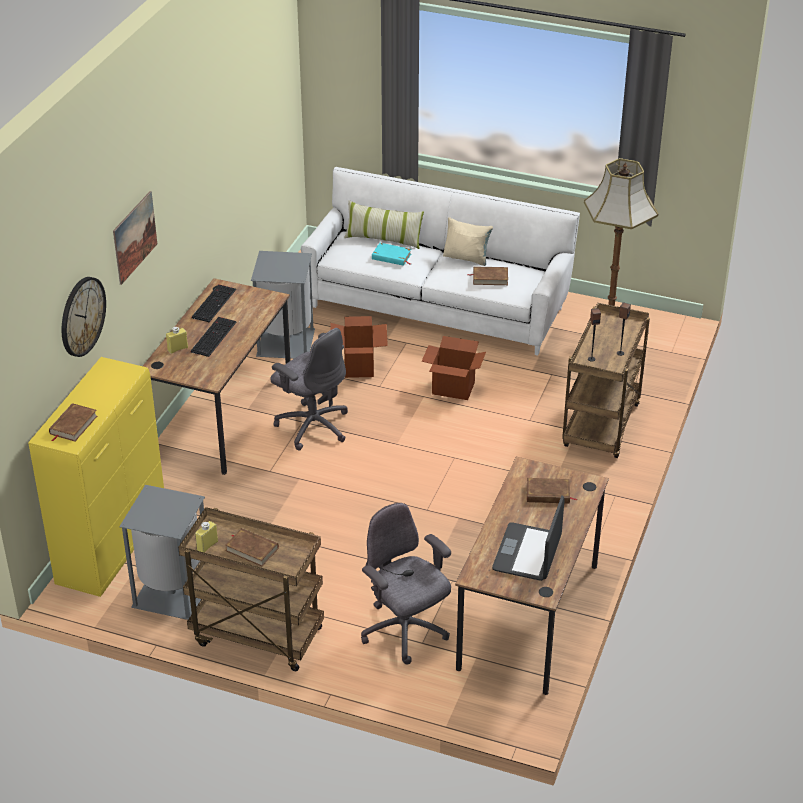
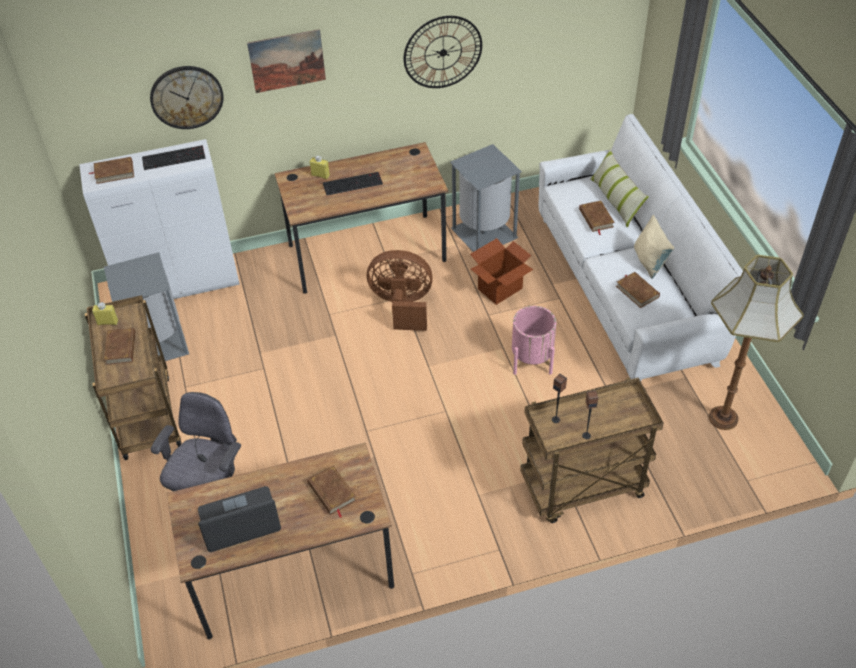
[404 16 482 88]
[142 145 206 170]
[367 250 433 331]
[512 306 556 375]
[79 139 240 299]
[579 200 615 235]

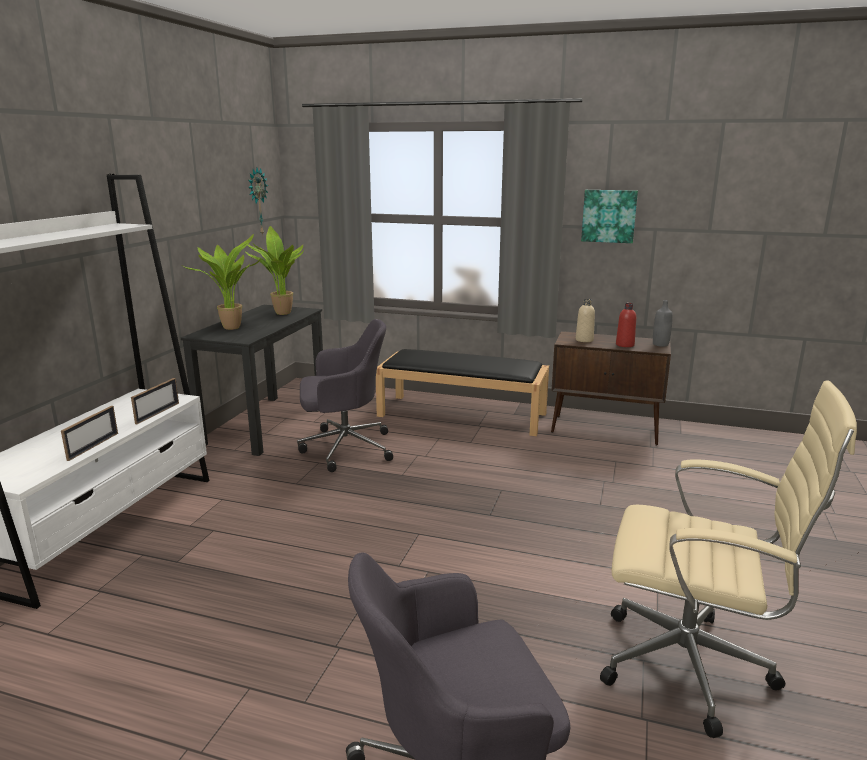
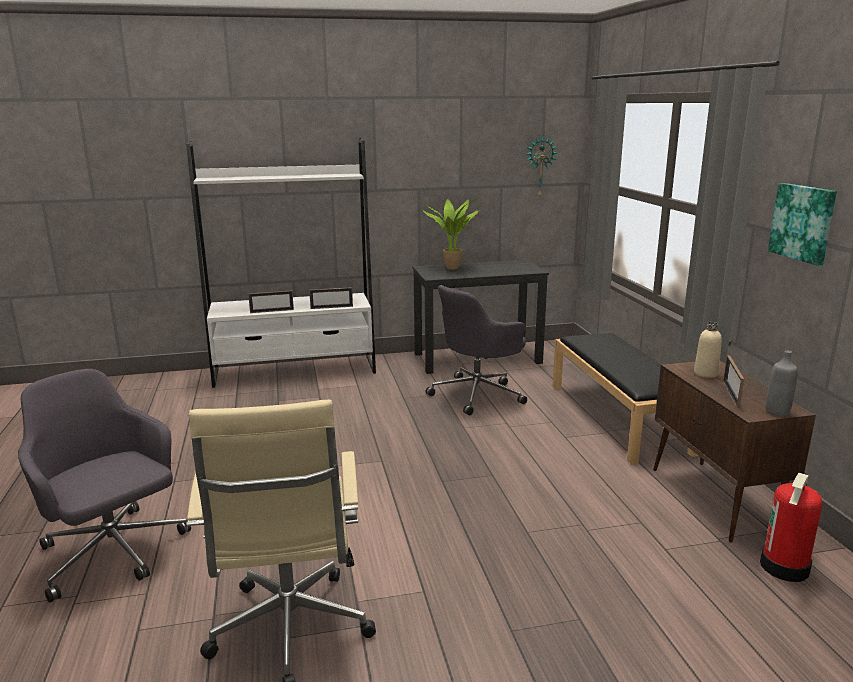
[245 226 304 315] (first image)
[760 473 823 582]
[723 355 744 408]
[426 285 527 415]

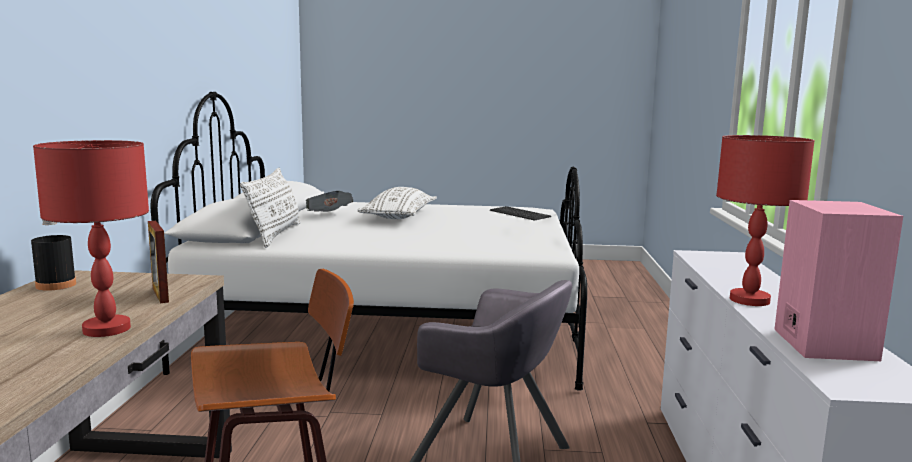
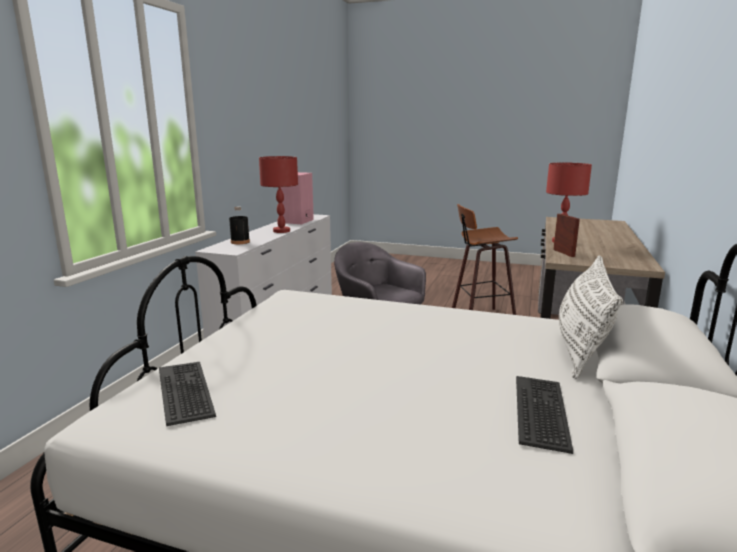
[357 187 437 219] (first image)
[229 206 250 244]
[516 376 573 454]

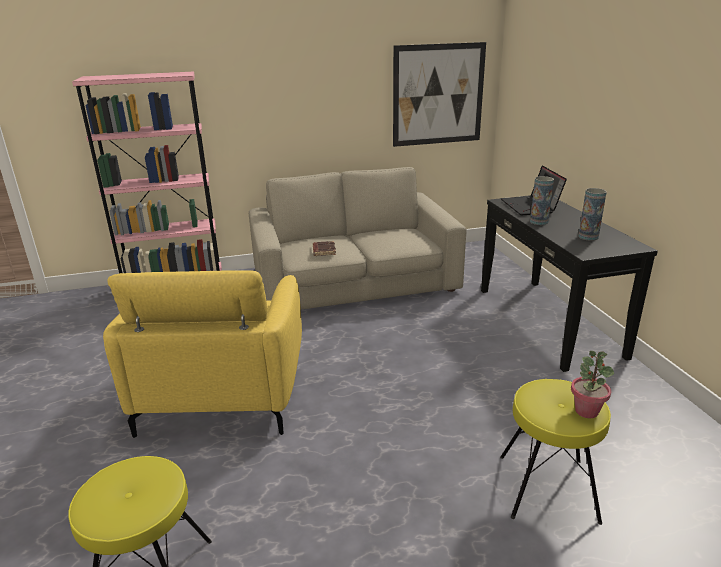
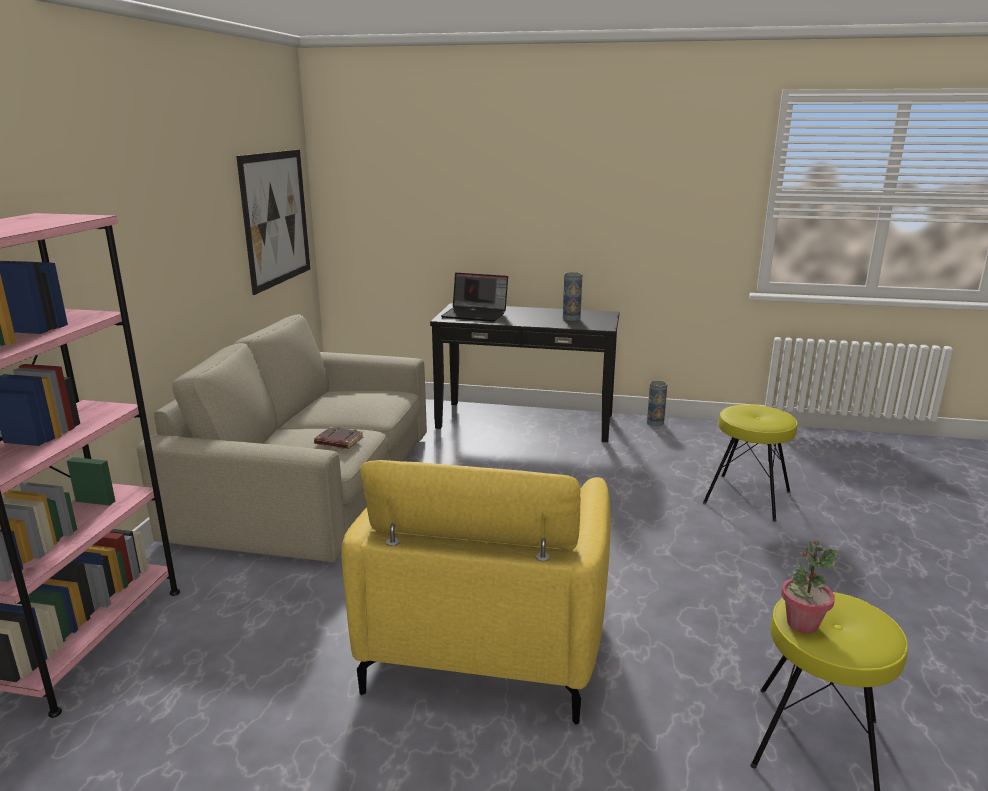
[647 380 667 426]
[781 541 837 634]
[342 460 611 725]

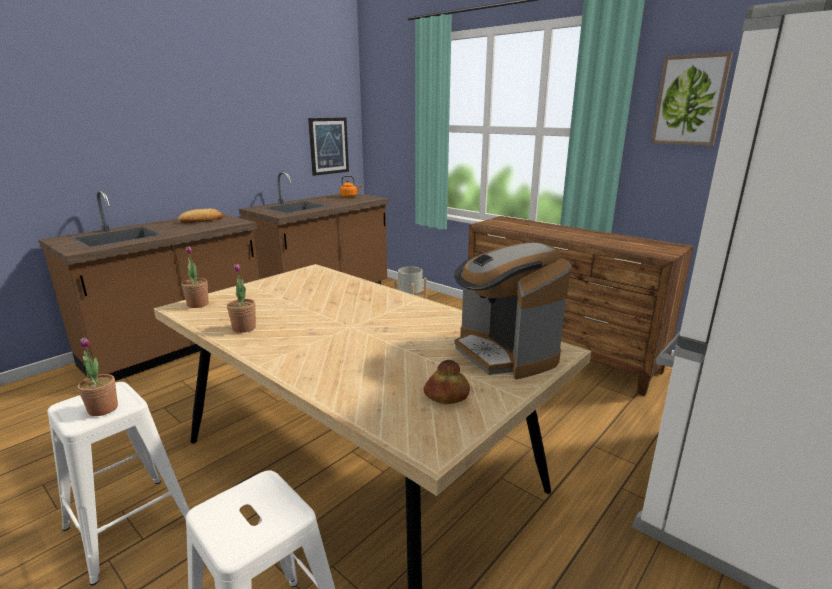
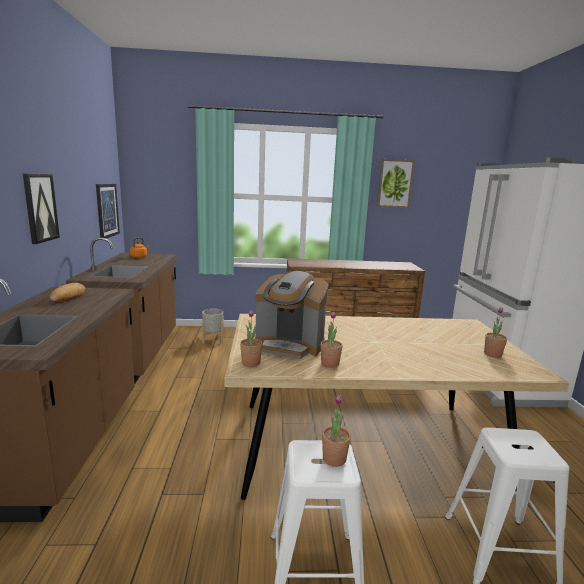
[23 174 60 244]
[255 271 328 359]
[484 307 507 358]

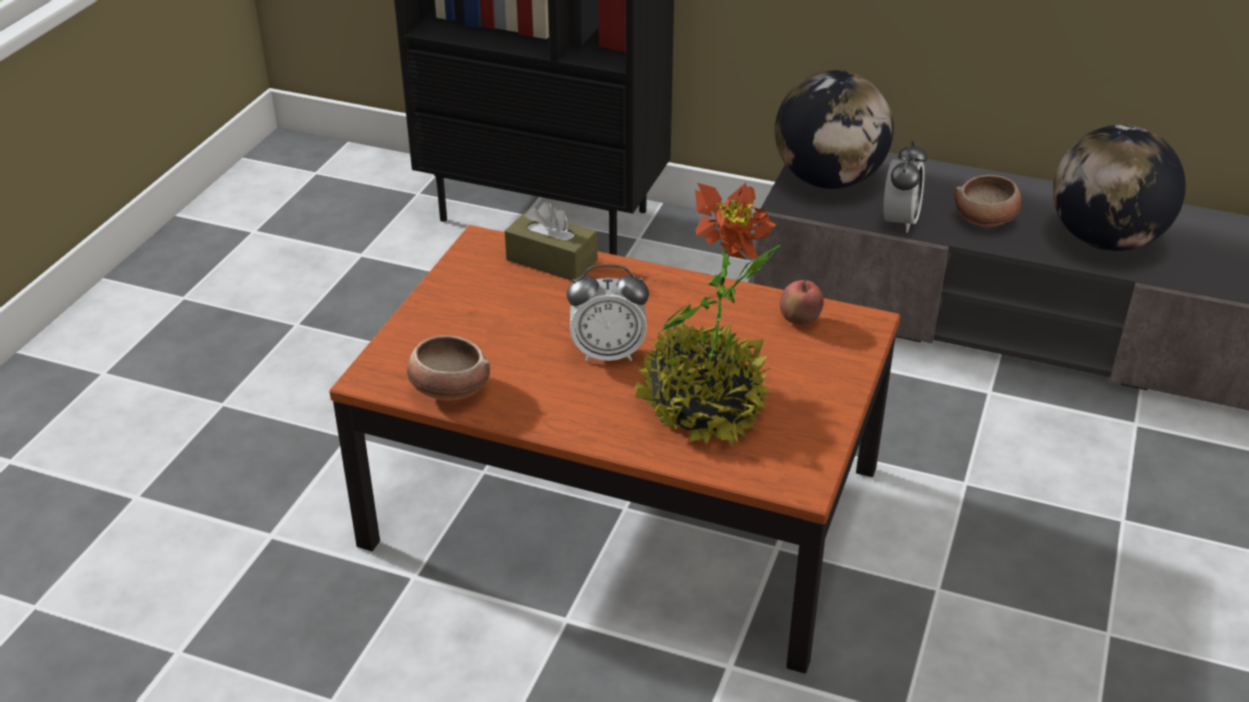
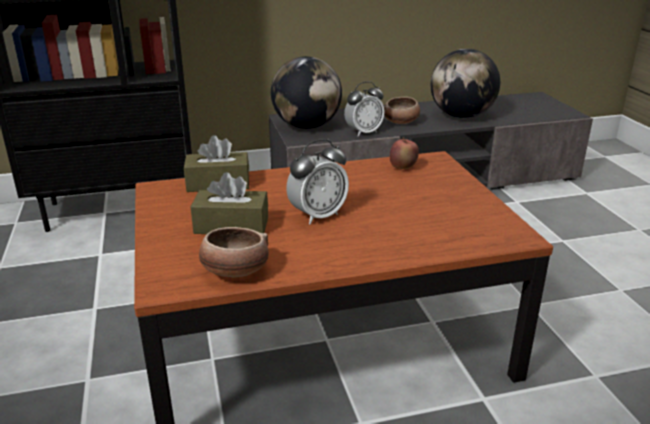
[634 182 781 446] (first image)
[191 172 268 234]
[344 81 385 137]

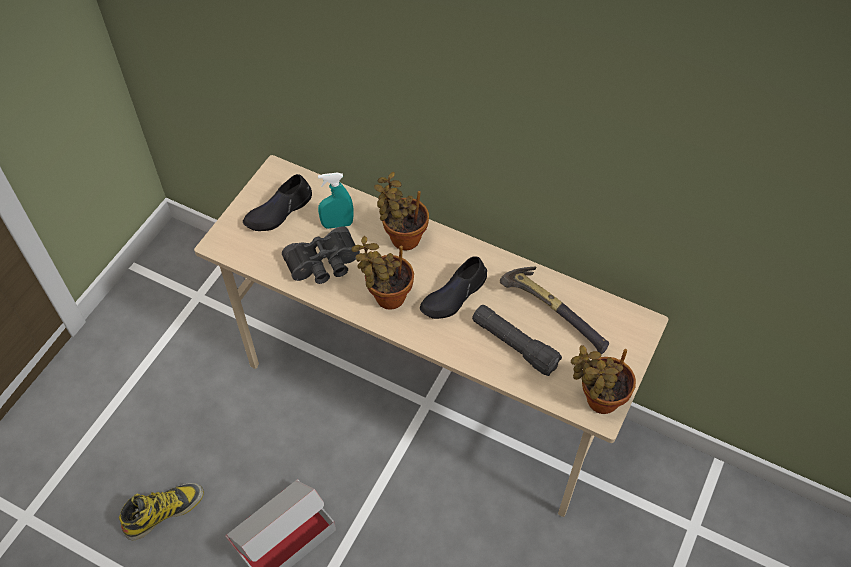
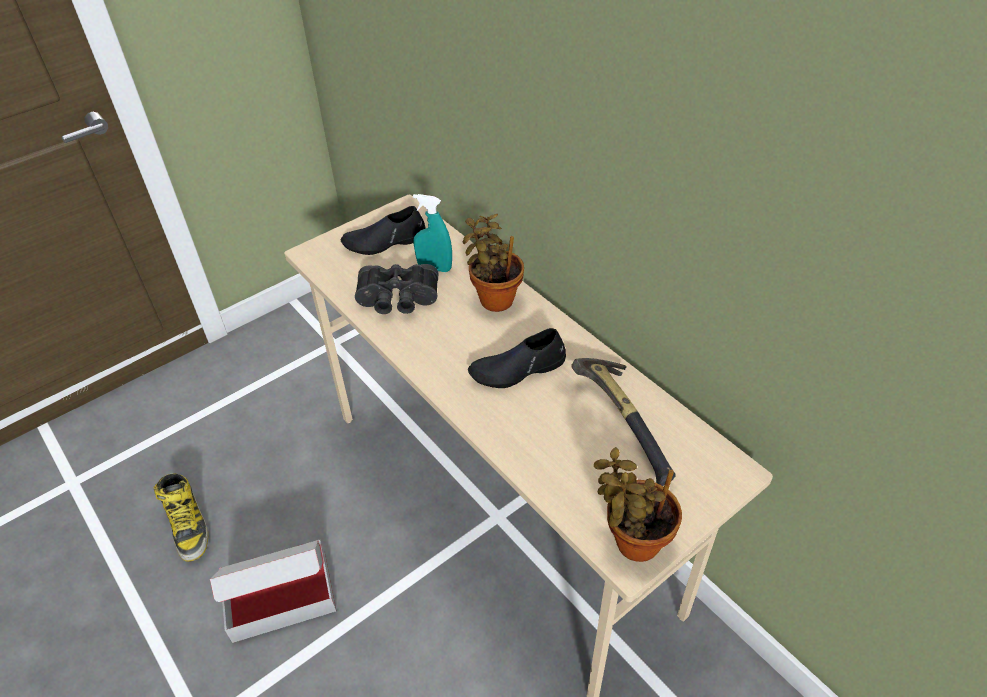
[351 236 414 310] (first image)
[472 305 562 376] (first image)
[153 473 208 562]

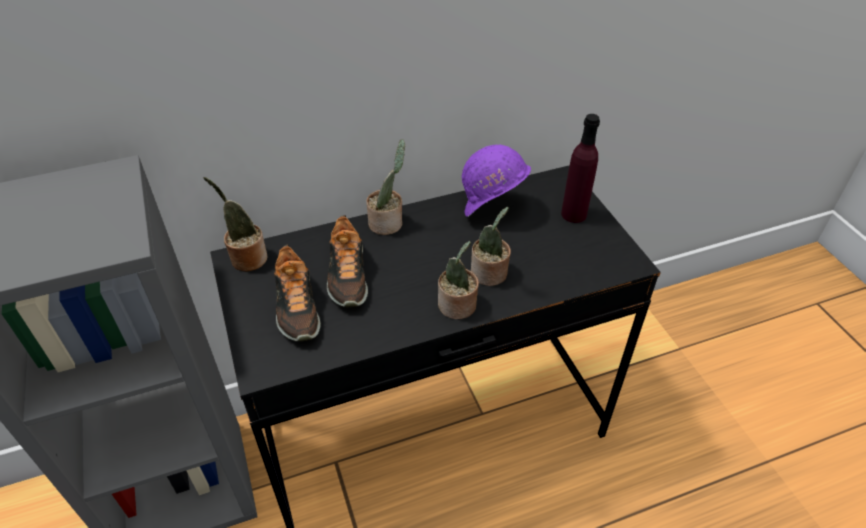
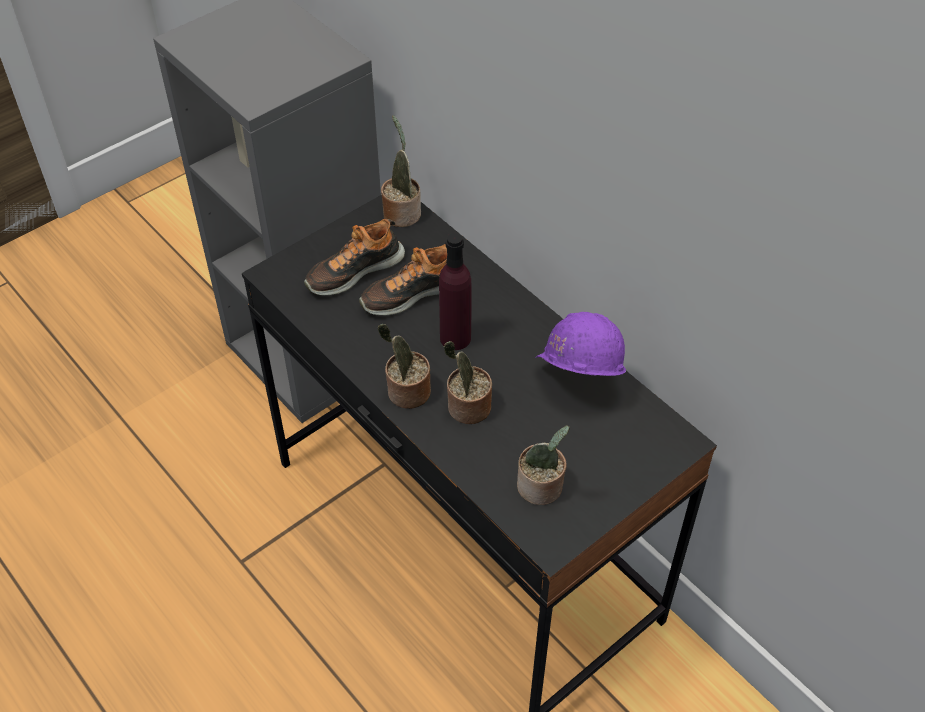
[517 425 570 505]
[439 233 472 350]

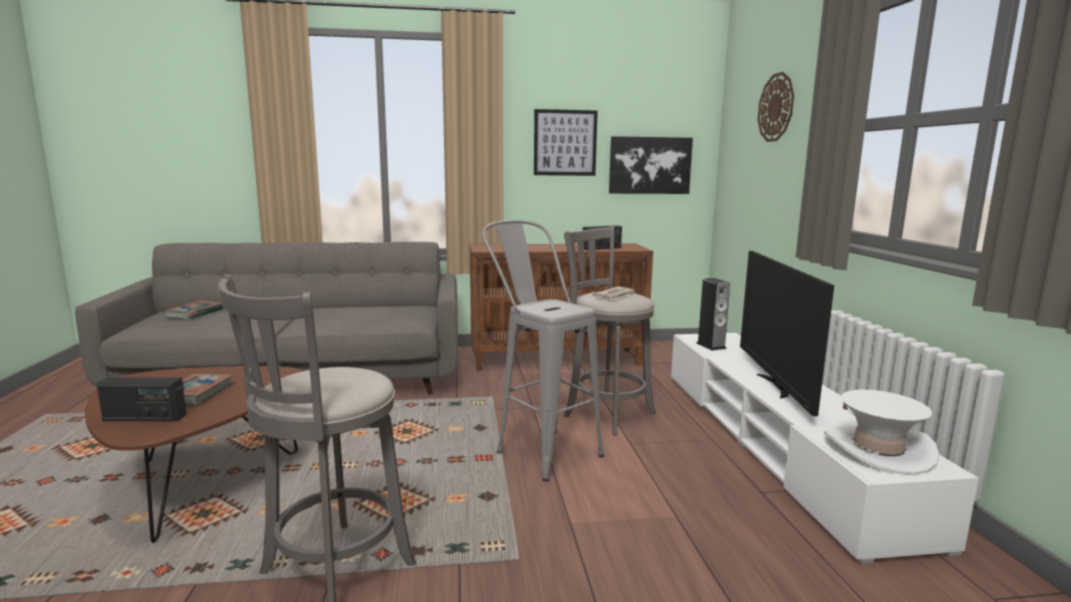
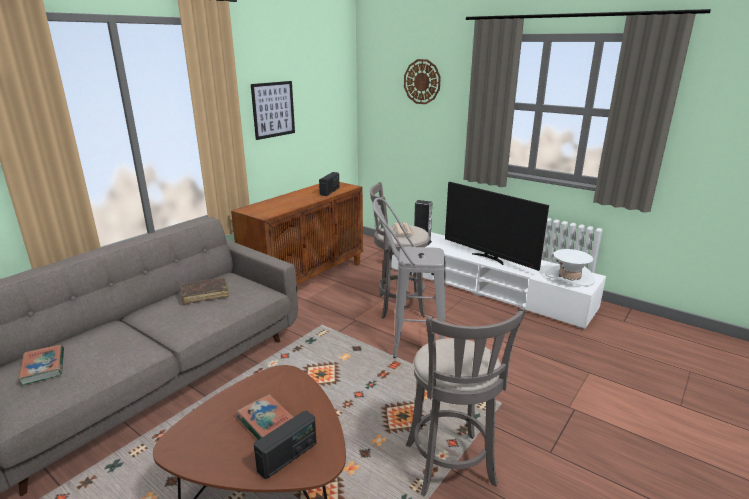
[609 136 693 194] (first image)
[180 278 229 304]

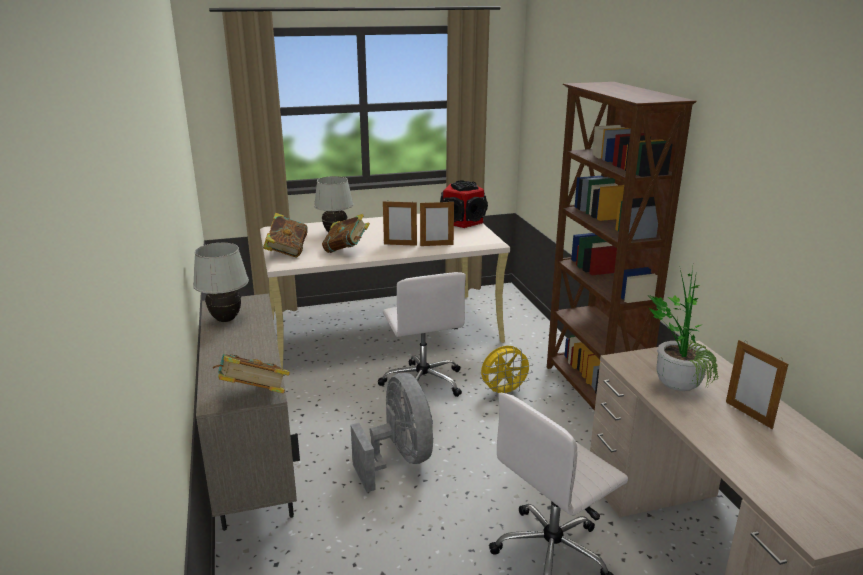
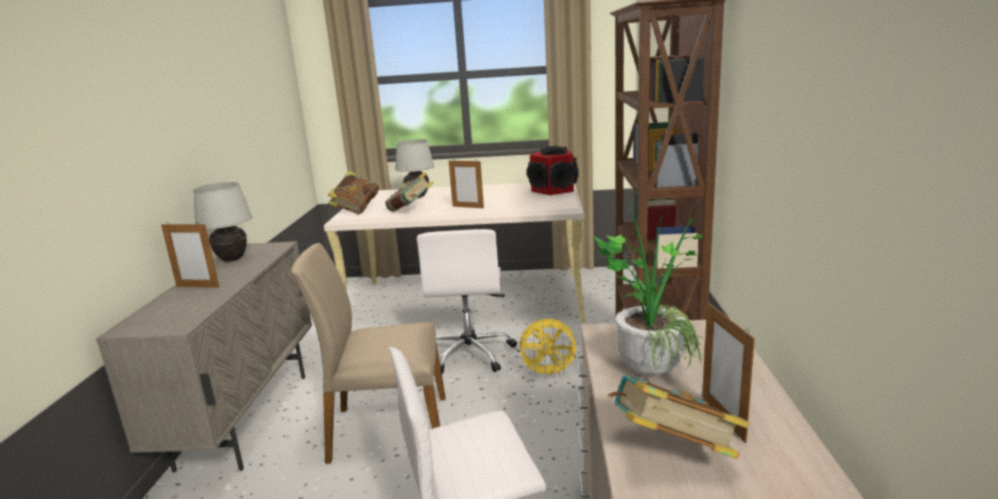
[608 375 749 459]
[161 222 219 288]
[291 243 446 464]

